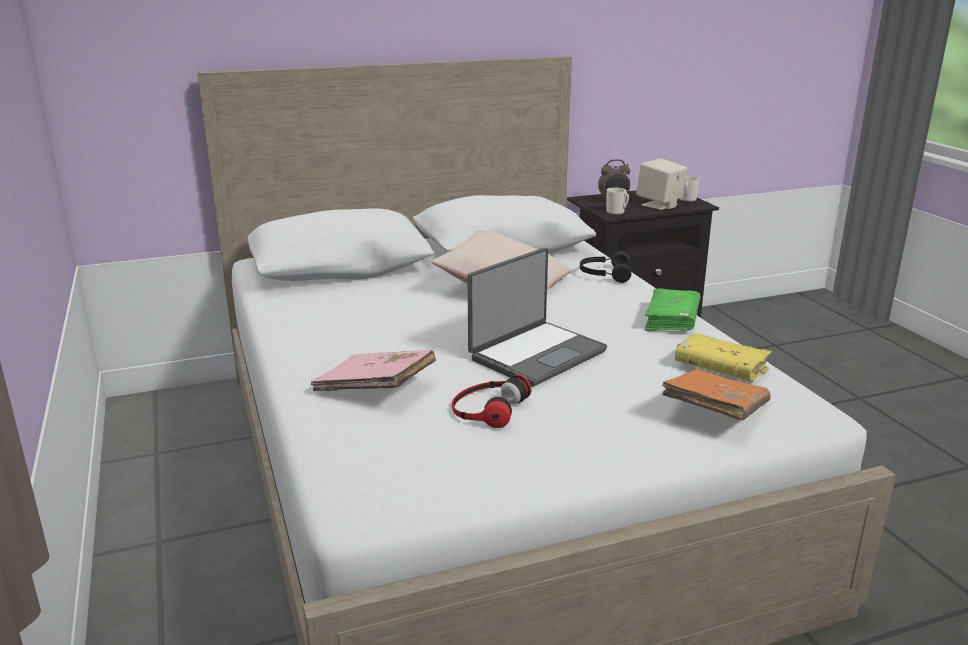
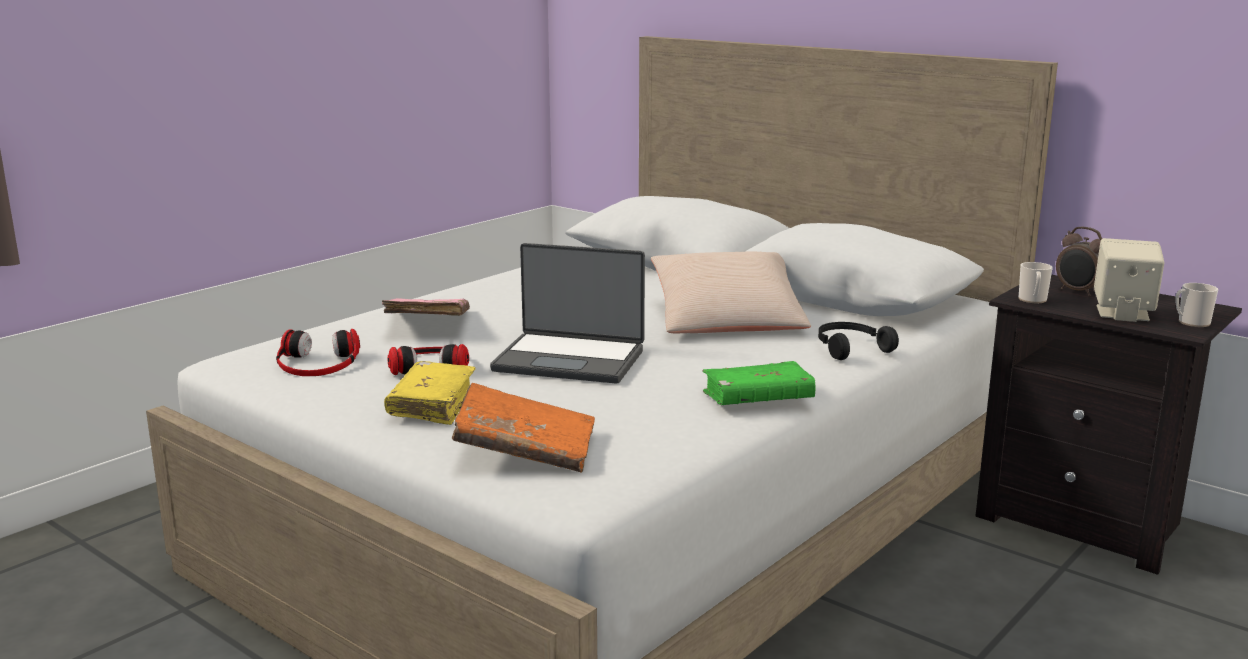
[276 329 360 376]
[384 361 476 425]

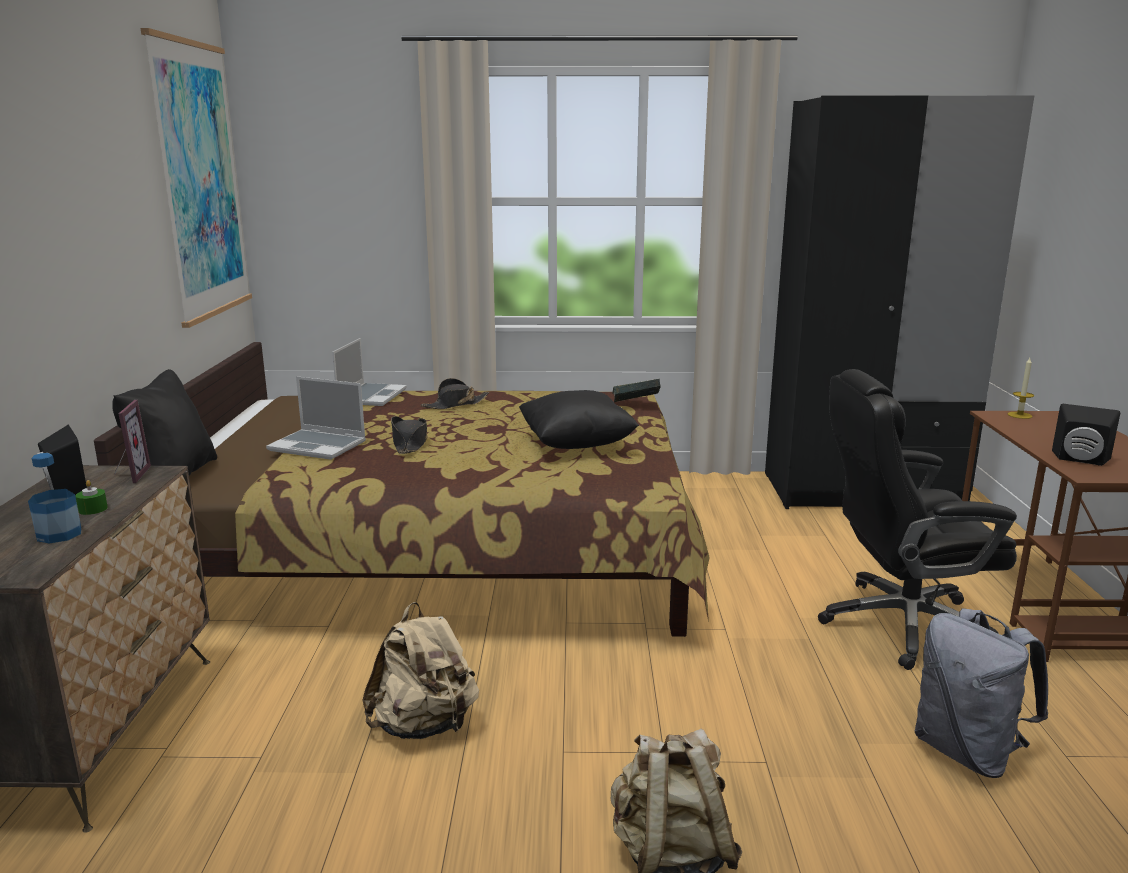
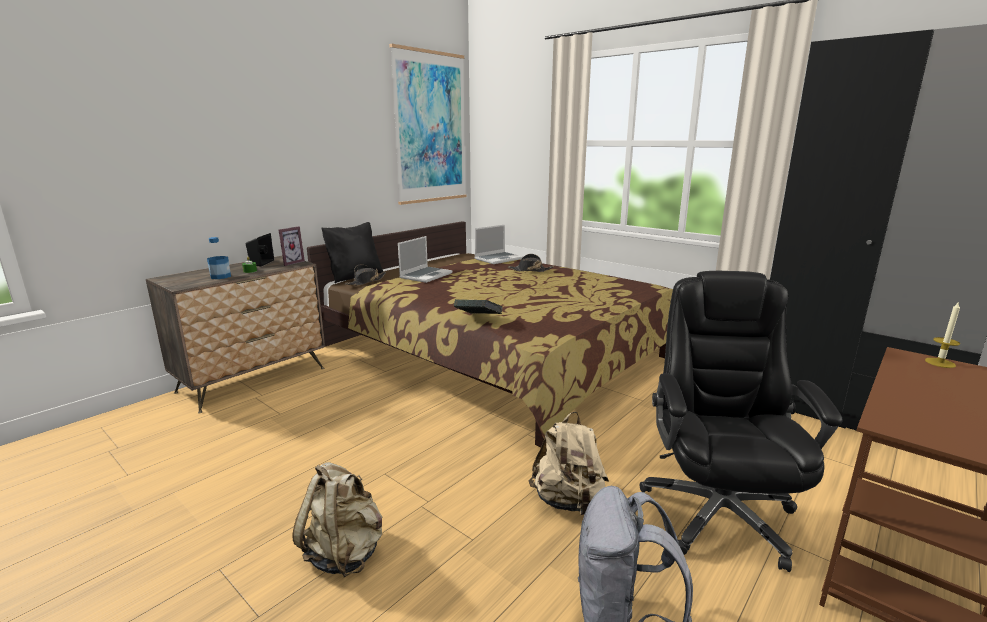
[519 390 639 449] (first image)
[1052 404 1120 466] (first image)
[529 412 609 515]
[345 265 386 285]
[454 299 503 314]
[398 236 453 283]
[640 271 843 572]

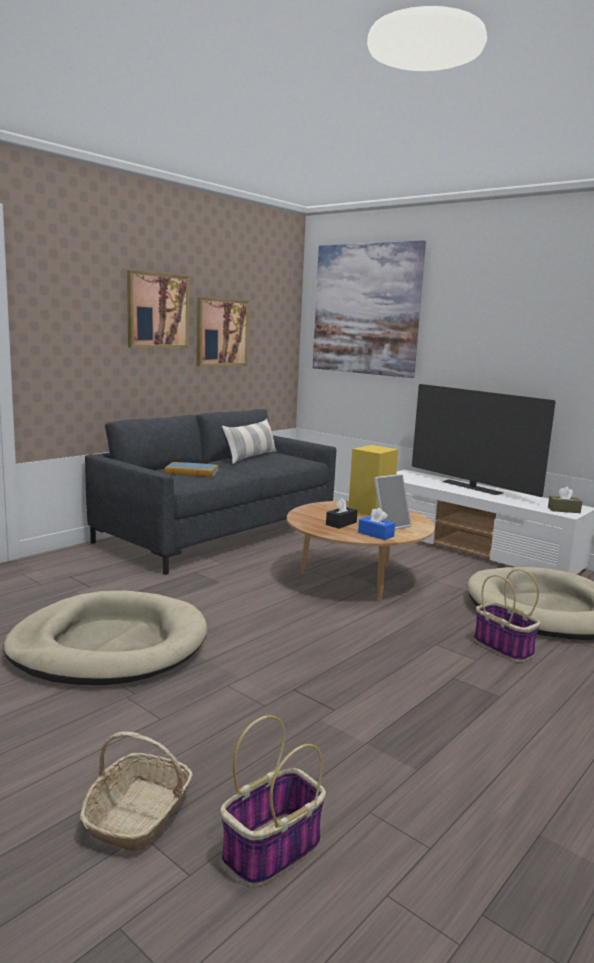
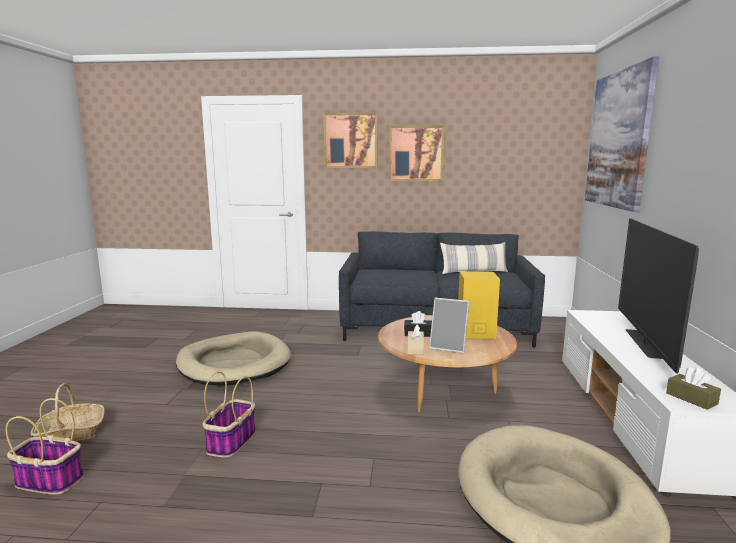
[165 462 219 477] (first image)
[324 113 378 168]
[203 372 255 458]
[407 324 424 355]

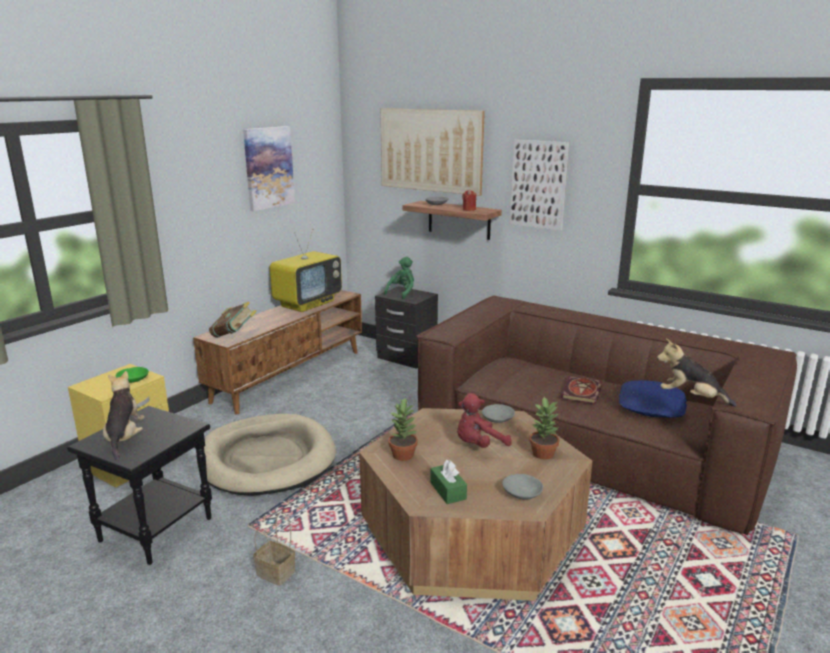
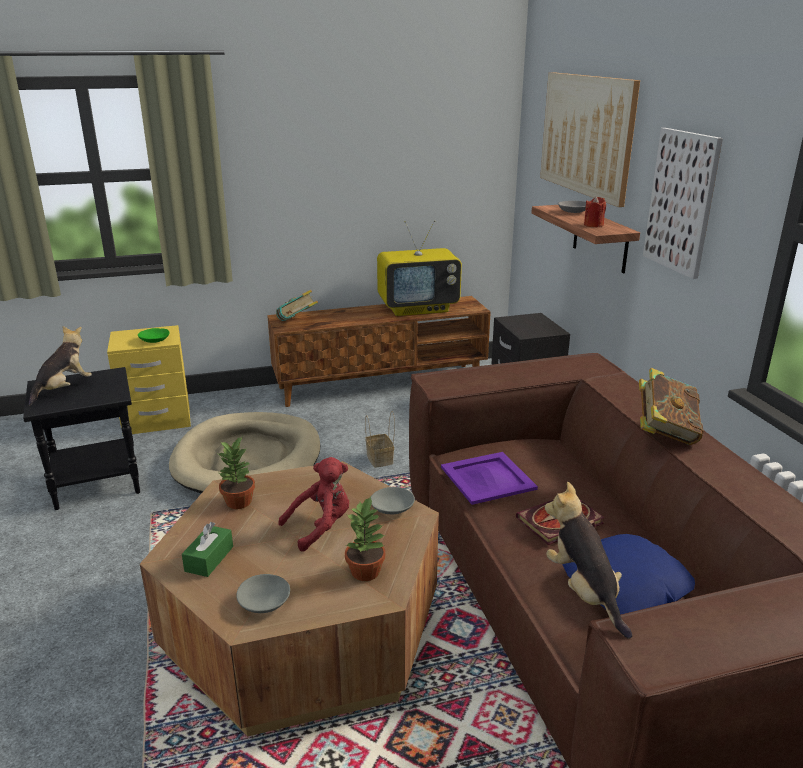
[243 126 295 211] (first image)
[384 256 414 299] (first image)
[441 452 538 505]
[639 368 703 445]
[365 411 395 468]
[278 457 349 552]

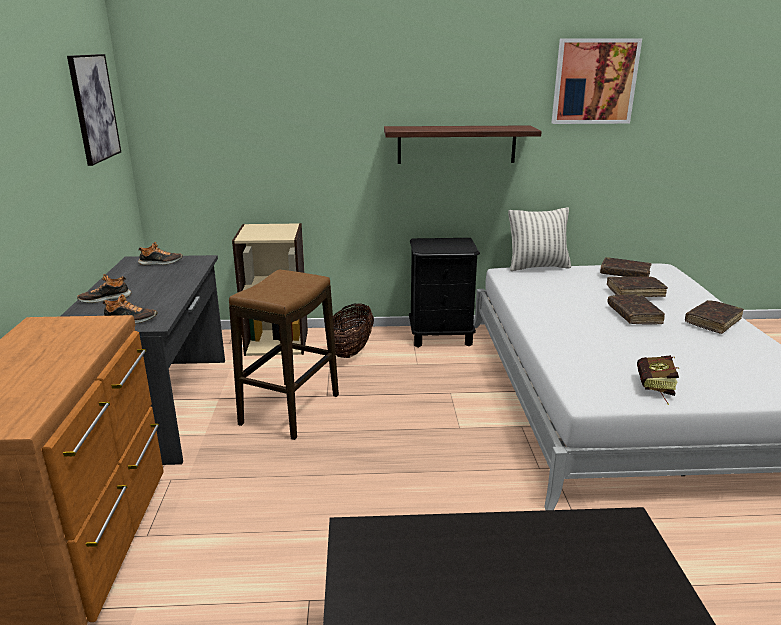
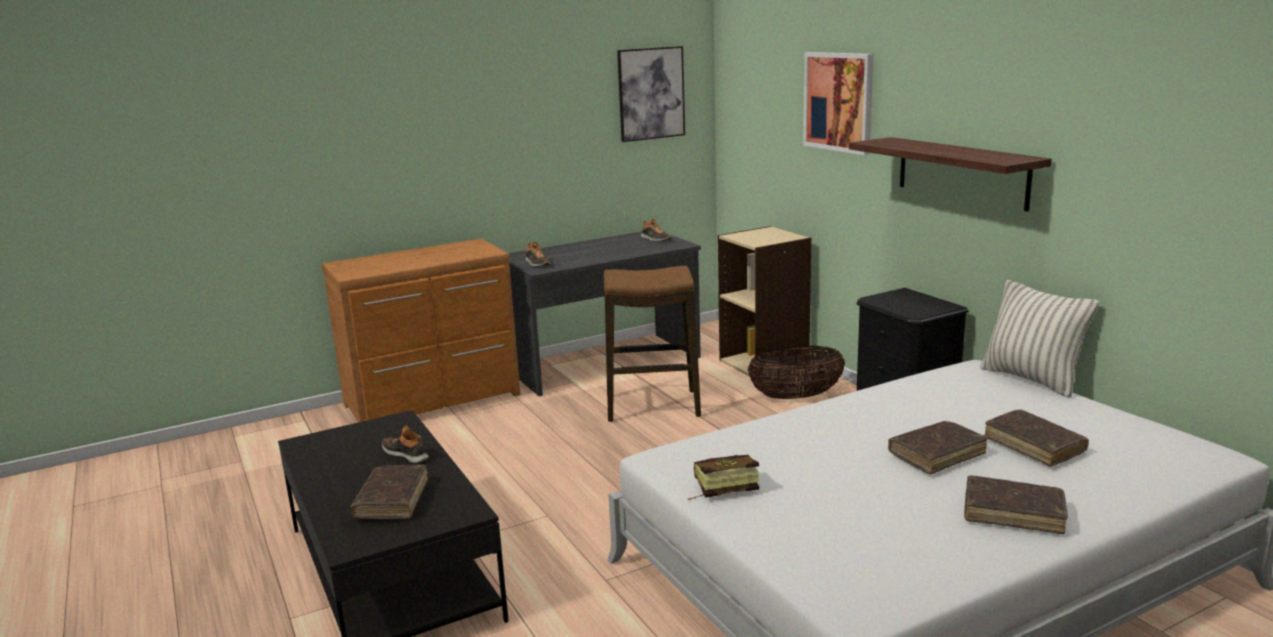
[382 426 429 463]
[803 52 874 155]
[350 464 428 520]

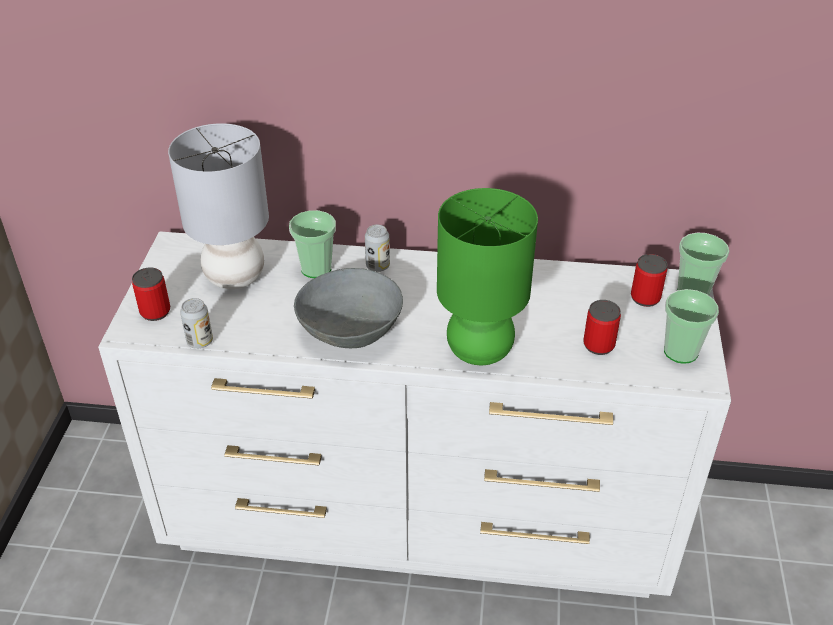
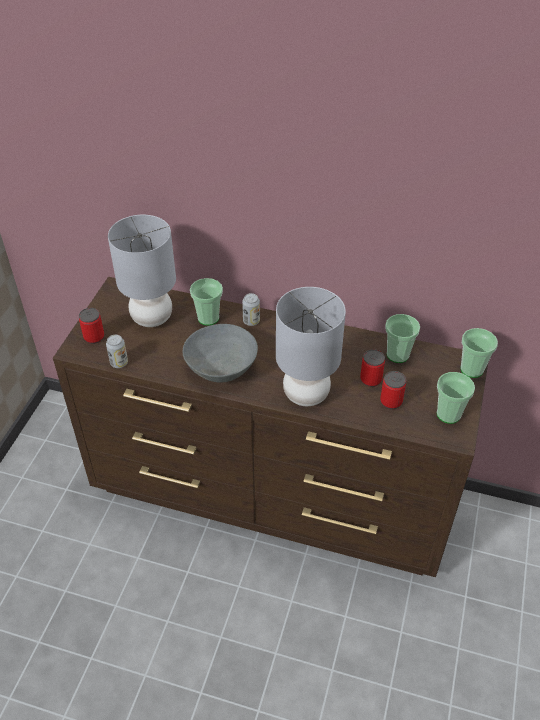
[385 314 420 363]
[360 349 385 387]
[53 277 488 577]
[276 287 346 406]

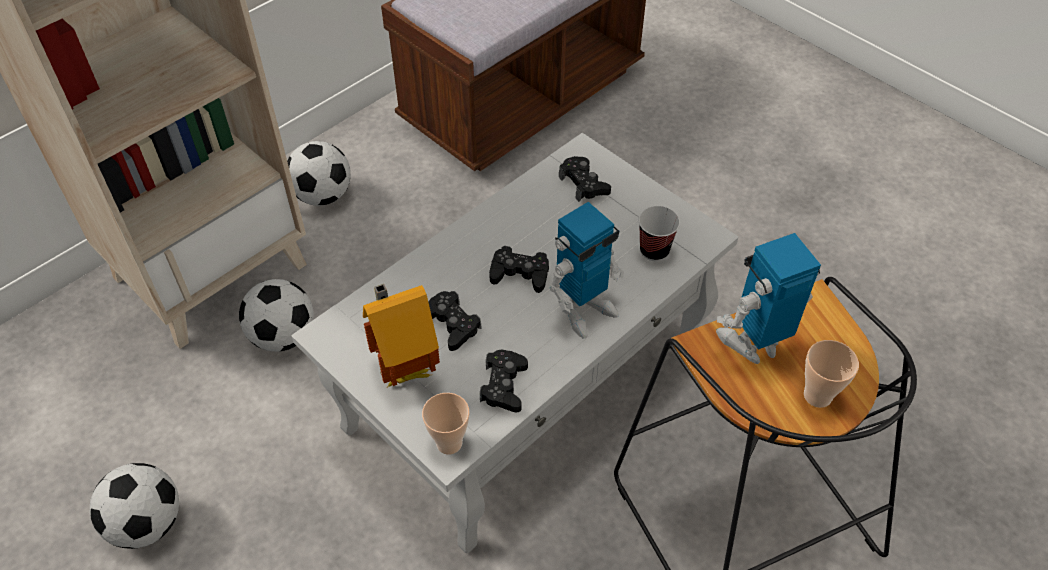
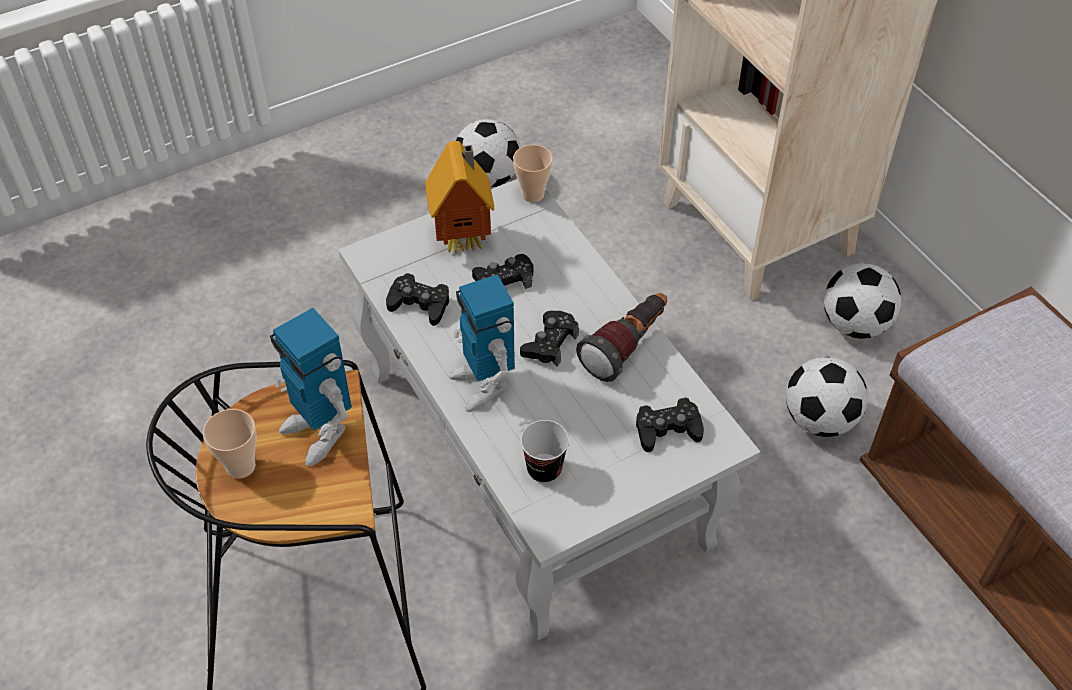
[576 293 667 382]
[786 357 868 437]
[513 145 553 202]
[270 308 352 466]

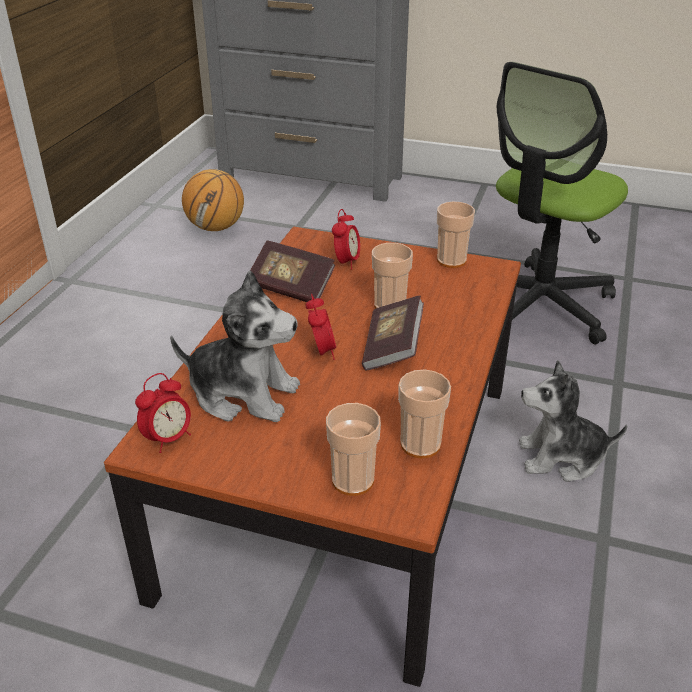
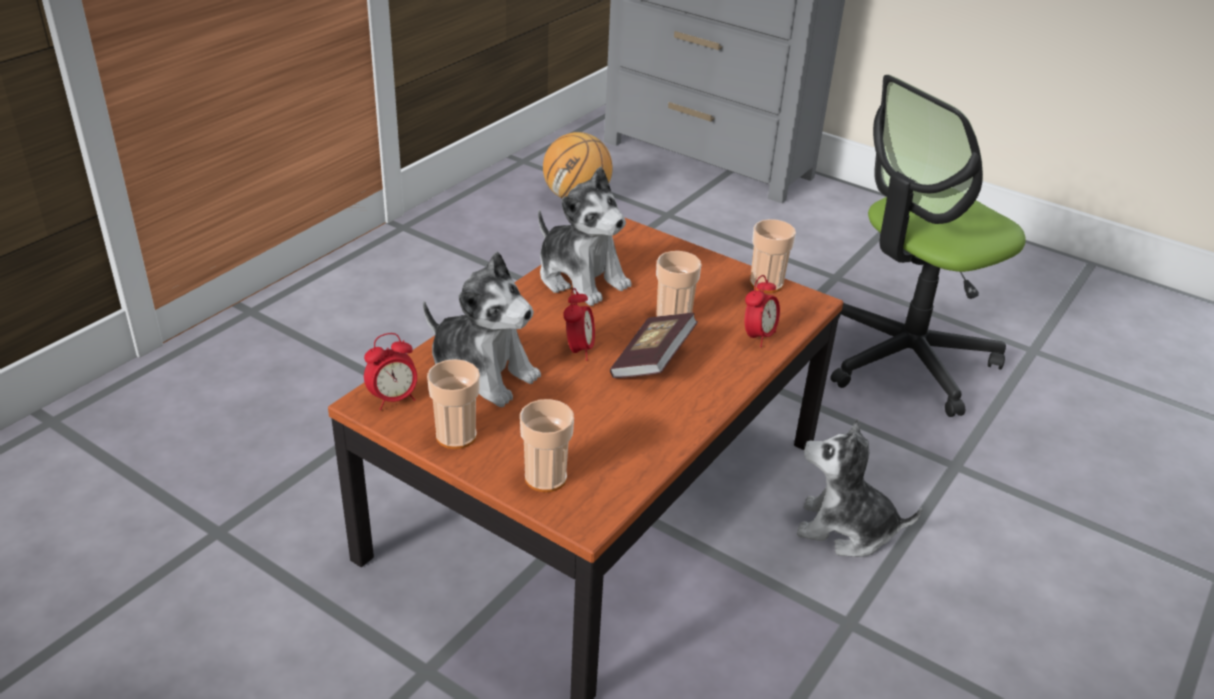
[745 275 780 347]
[427 359 480 449]
[538 167 632 306]

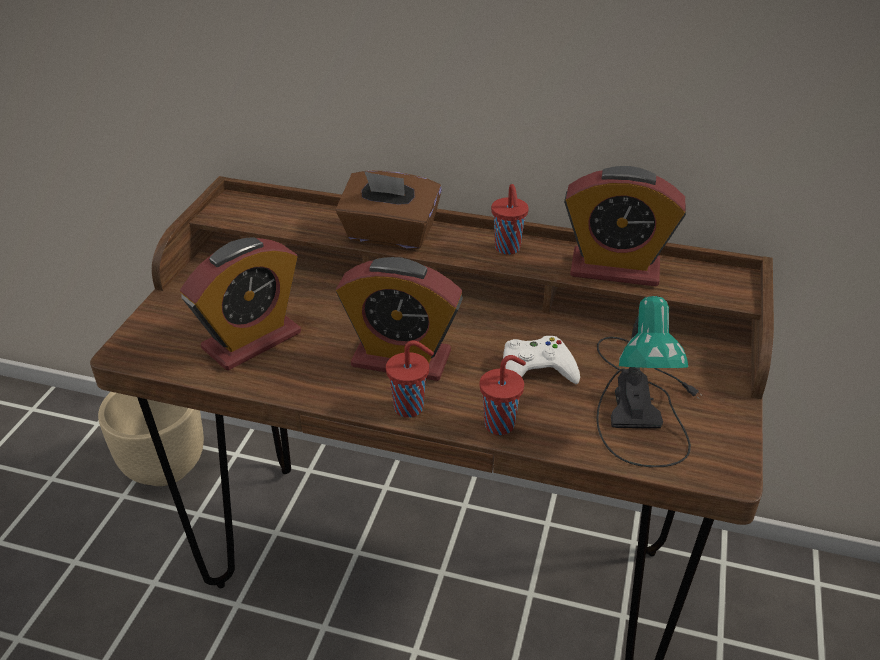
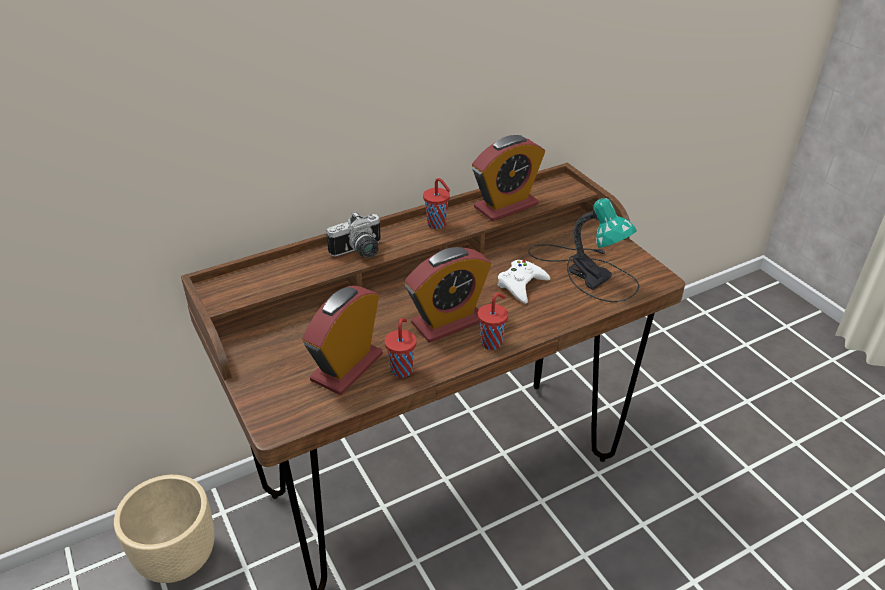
[384 318 417 378]
[326 212 381 258]
[302 286 383 395]

